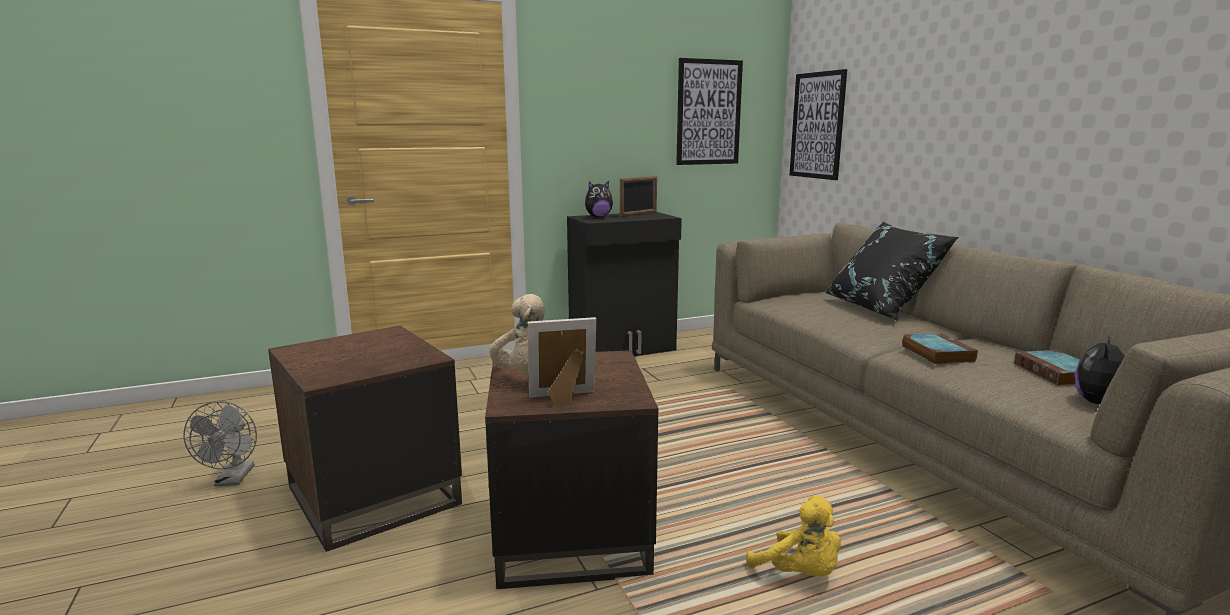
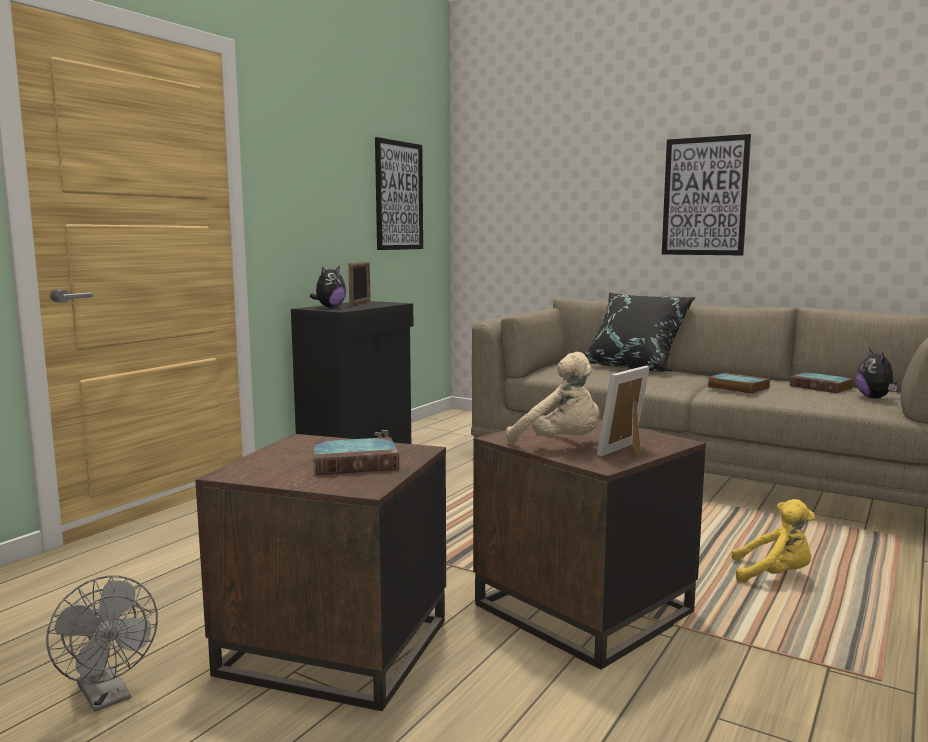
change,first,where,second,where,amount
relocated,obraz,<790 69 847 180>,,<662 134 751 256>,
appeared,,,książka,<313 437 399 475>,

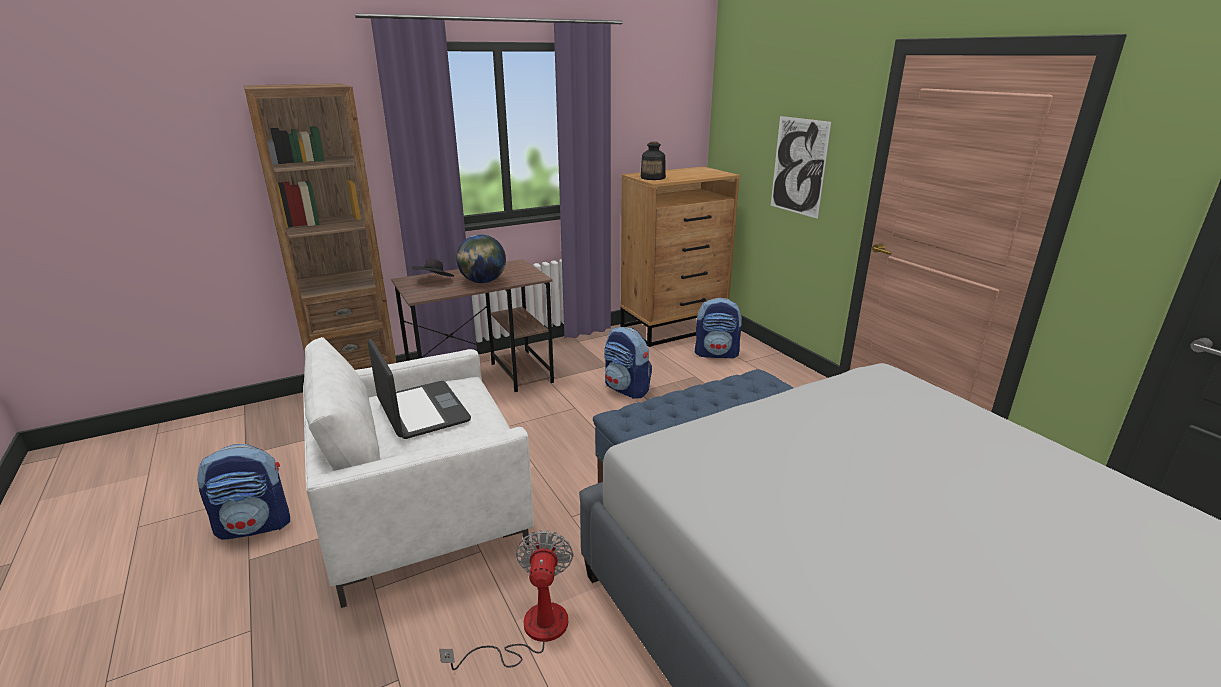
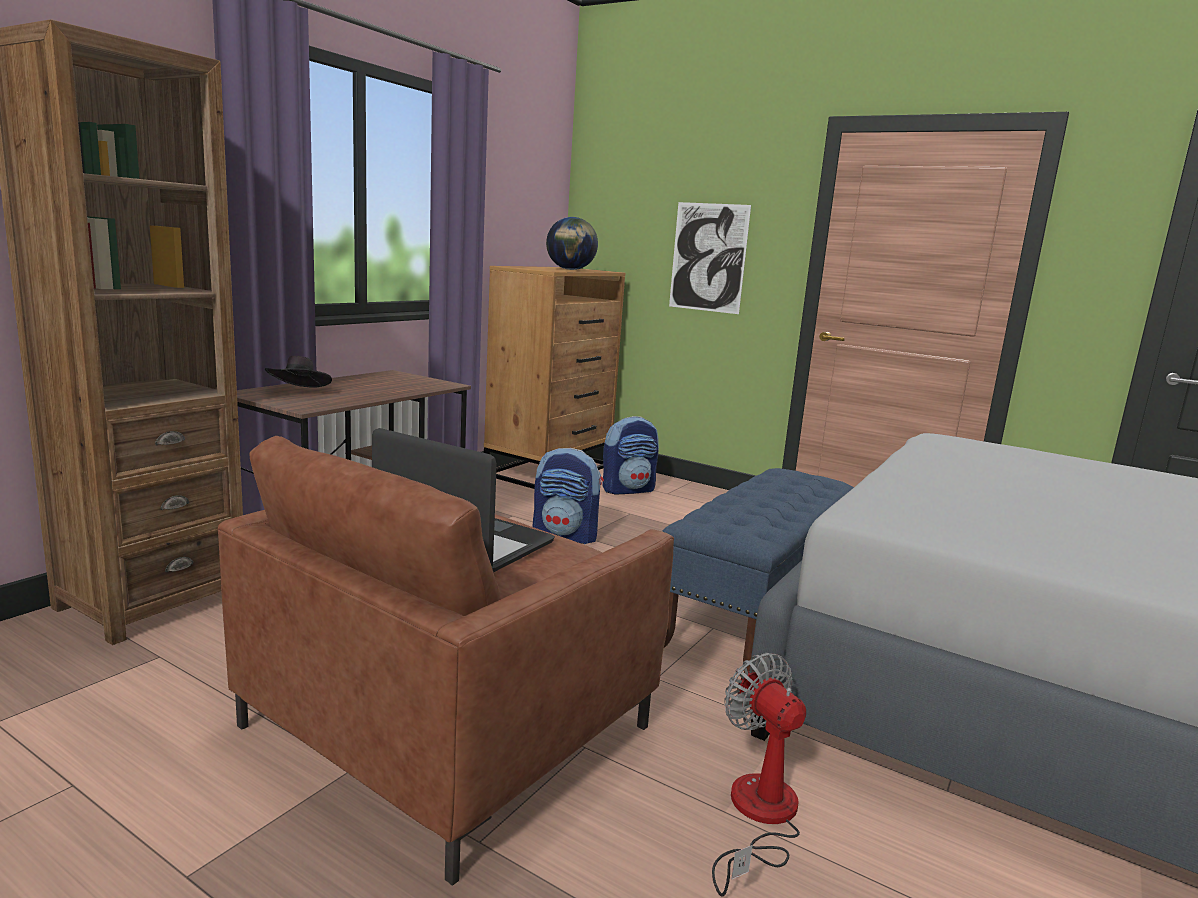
change,first,where,second,where,amount
missing,butelka,<641 141 666 180>,,,
relocated,globus,<456 234 506 283>,,<546 217 598 270>,
colour,fotel (biały),<303 337 534 608>,fotel (brązowy),<218 436 674 886>,
missing,plecak,<197 444 290 539>,,,

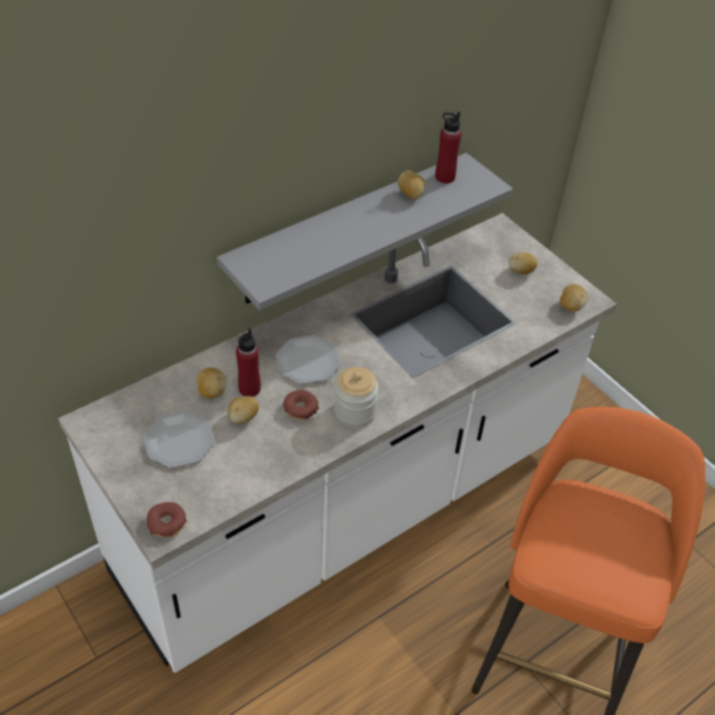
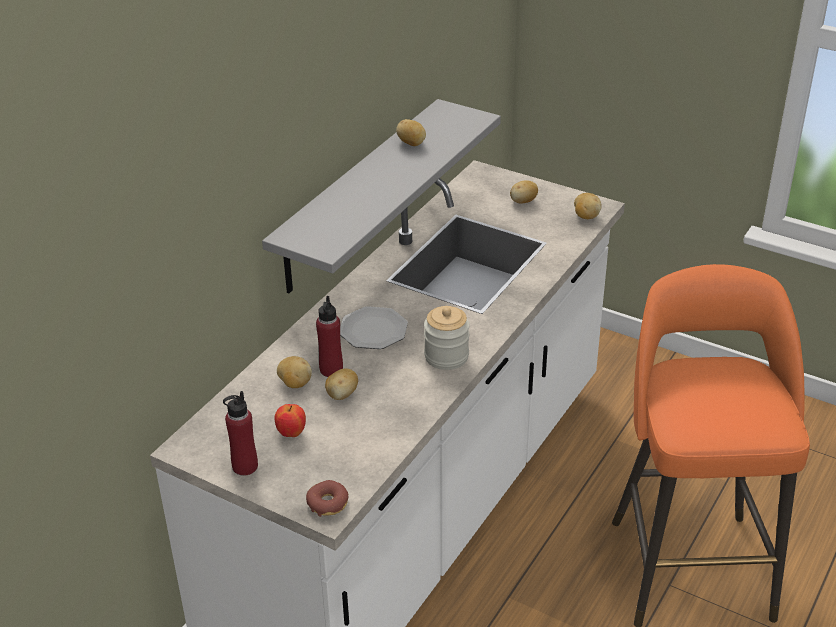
change,first,where,second,where,amount
relocated,butelka (czerwony),<435 112 461 184>,,<223 391 258 476>,
missing,donut,<283 390 319 420>,,,
exchanged,talerz,<143 411 215 468>,jabłko,<275 404 306 437>,

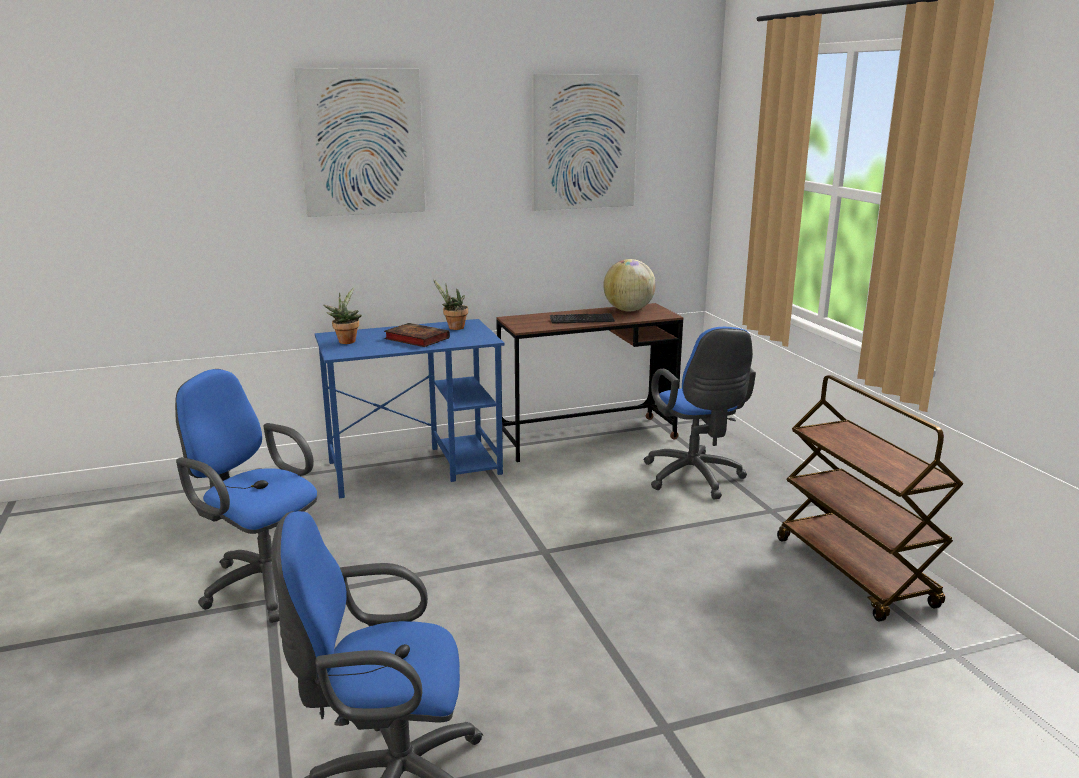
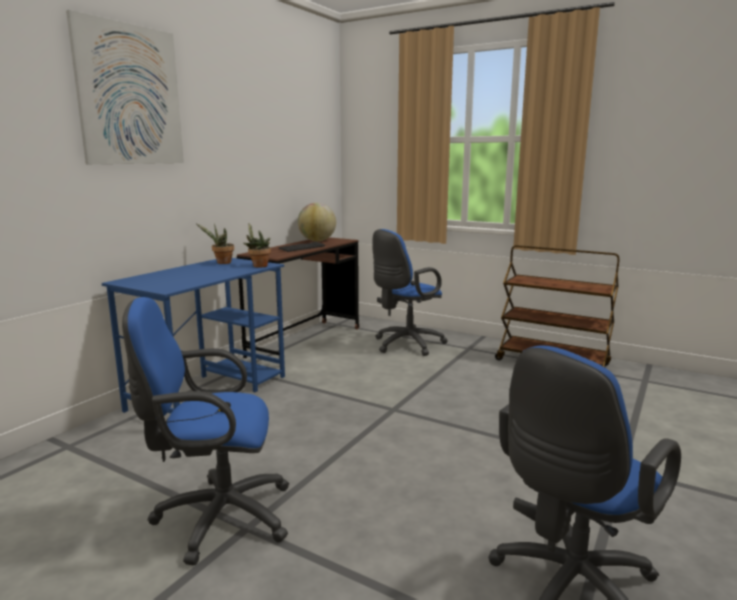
change,first,where,second,where,amount
missing,obraz,<532 74 638 211>,,,
relocated,roślina doniczkowa,<323 288 362 344>,,<244 223 271 268>,
missing,książka,<384 323 450 347>,,,
spun,krzesło biurowe (niebieski),<644 327 756 499>,,<372 229 448 356>,105 degrees clockwise

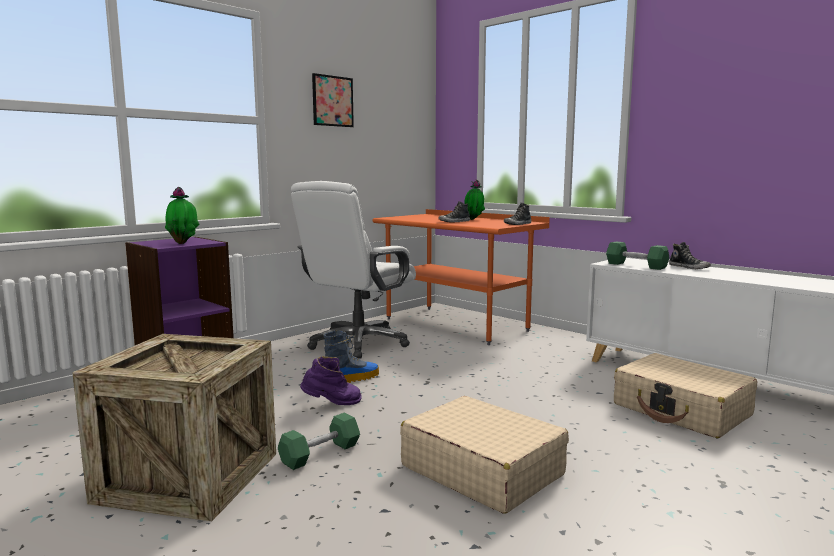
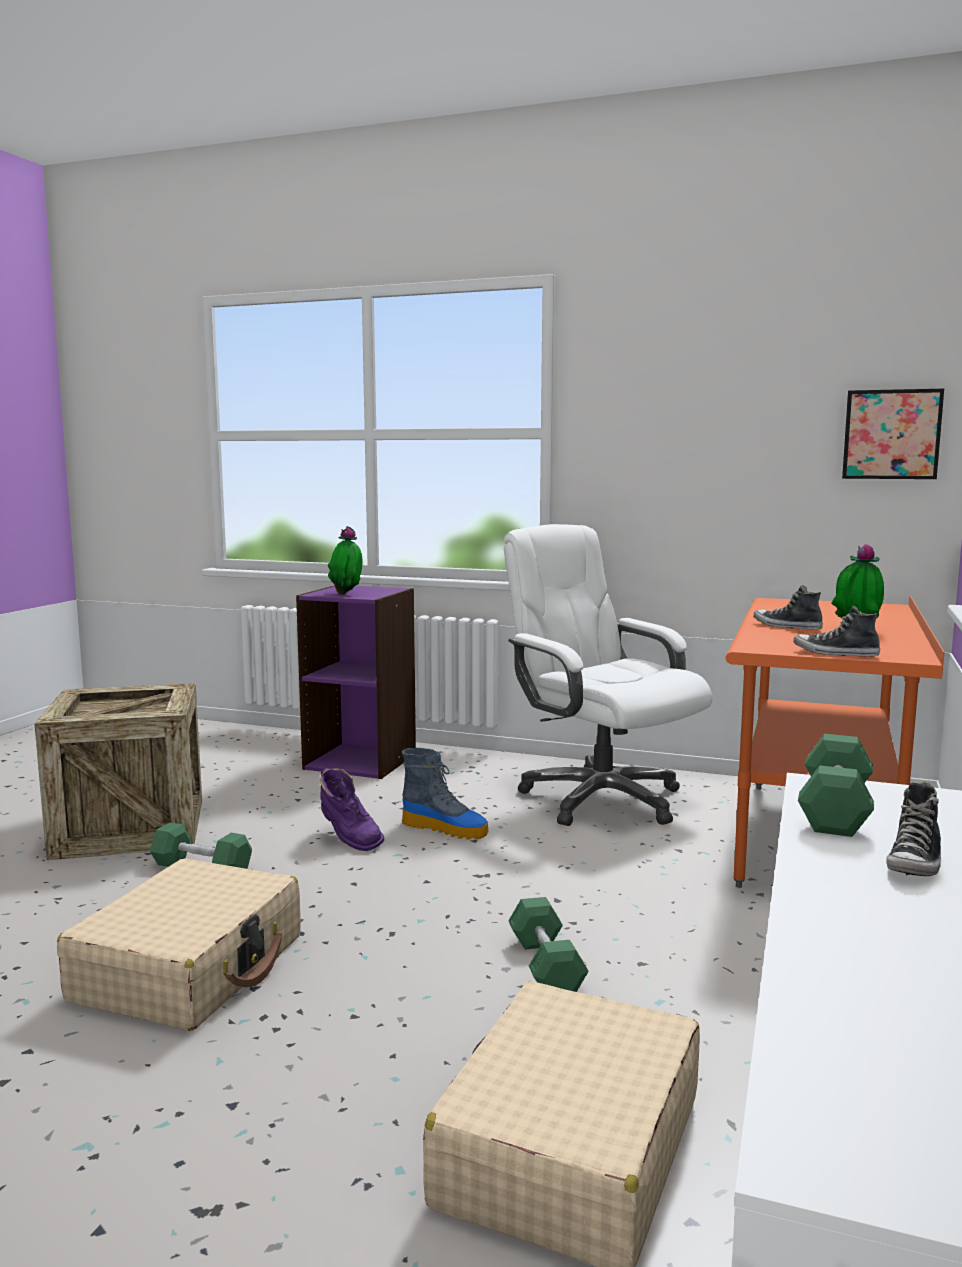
change,first,where,second,where,amount
relocated,obraz,<312 73 354 127>,,<842 389 944 479>,
spun,krzesło biurowe (biały),<291 181 416 359>,,<504 524 712 826>,45 degrees clockwise
appeared,,,hantel (zielony),<508 897 589 992>,

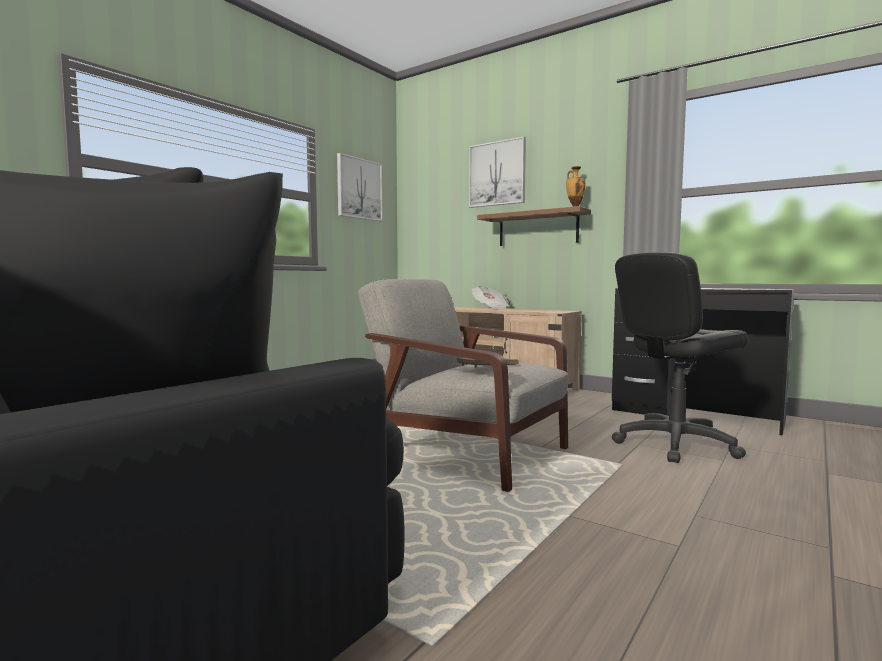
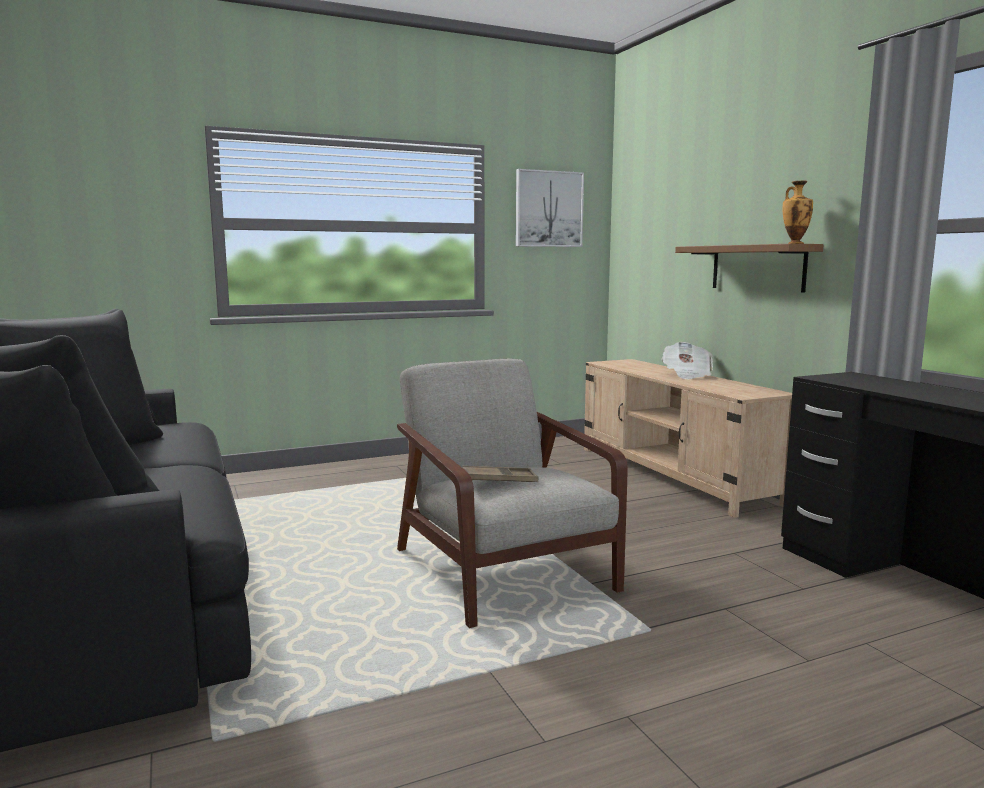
change,first,where,second,where,amount
missing,obraz,<469 136 526 208>,,,
missing,krzesło biurowe (czarny),<612 252 749 463>,,,

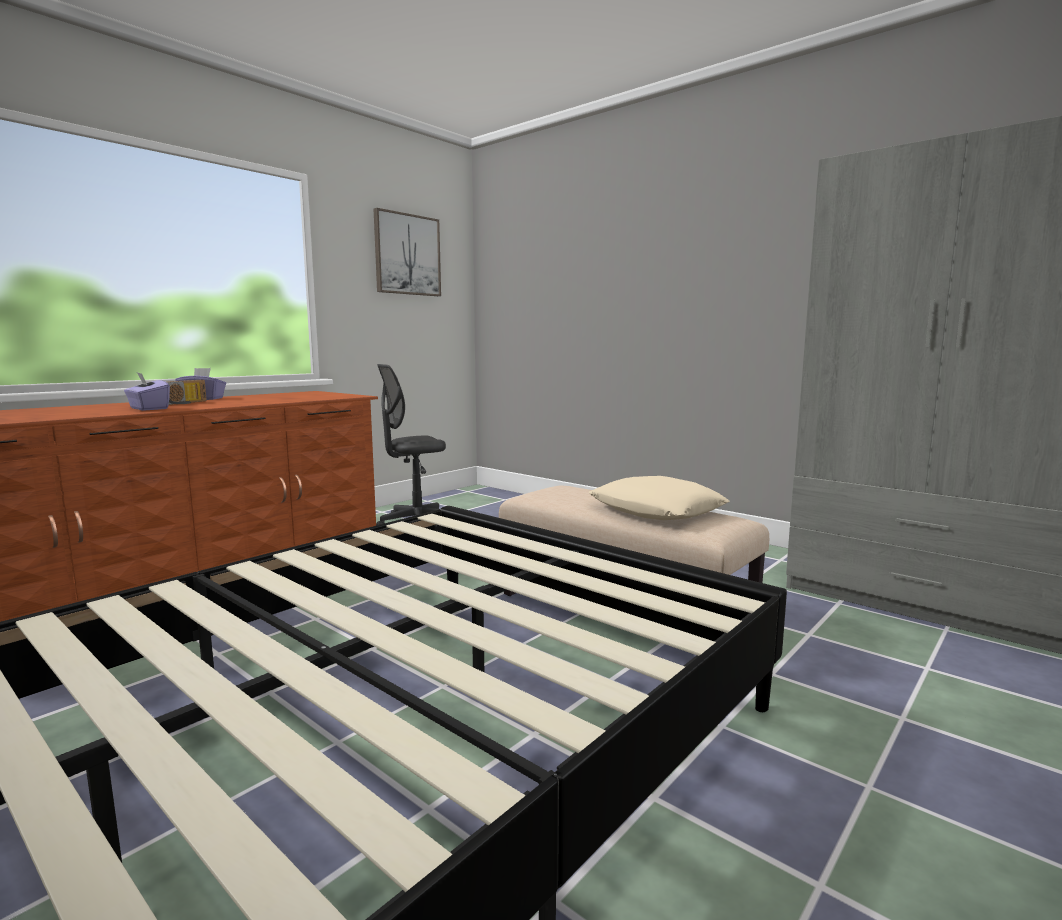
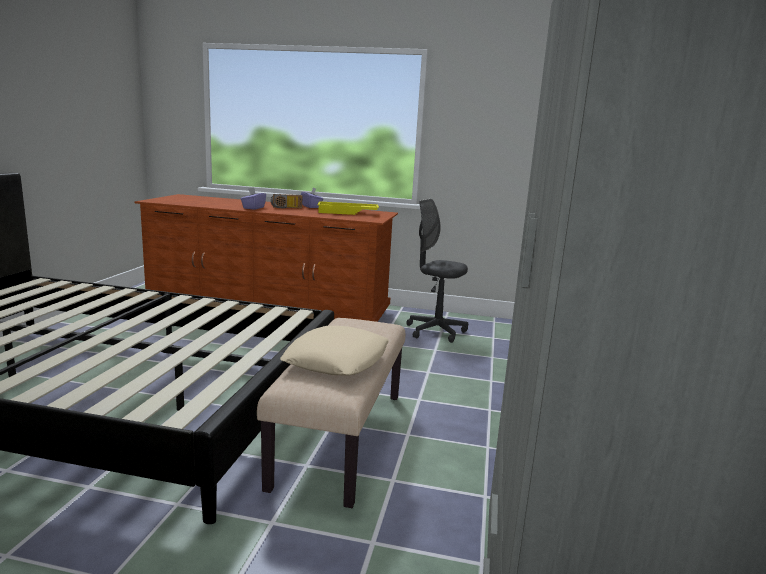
change,first,where,second,where,amount
missing,obraz,<374 208 441 296>,,,
appeared,,,taca (żółty),<317 201 379 215>,

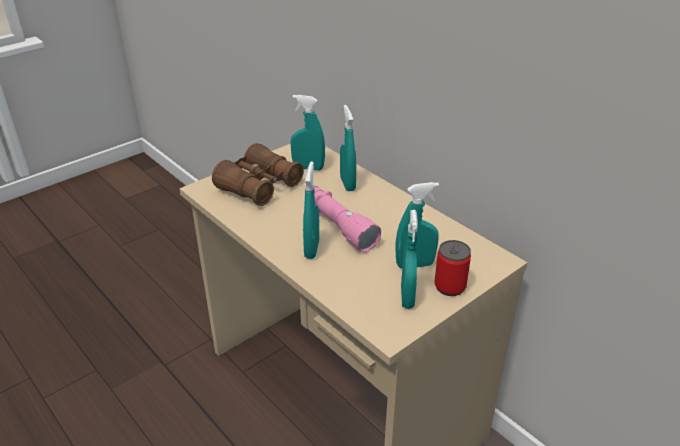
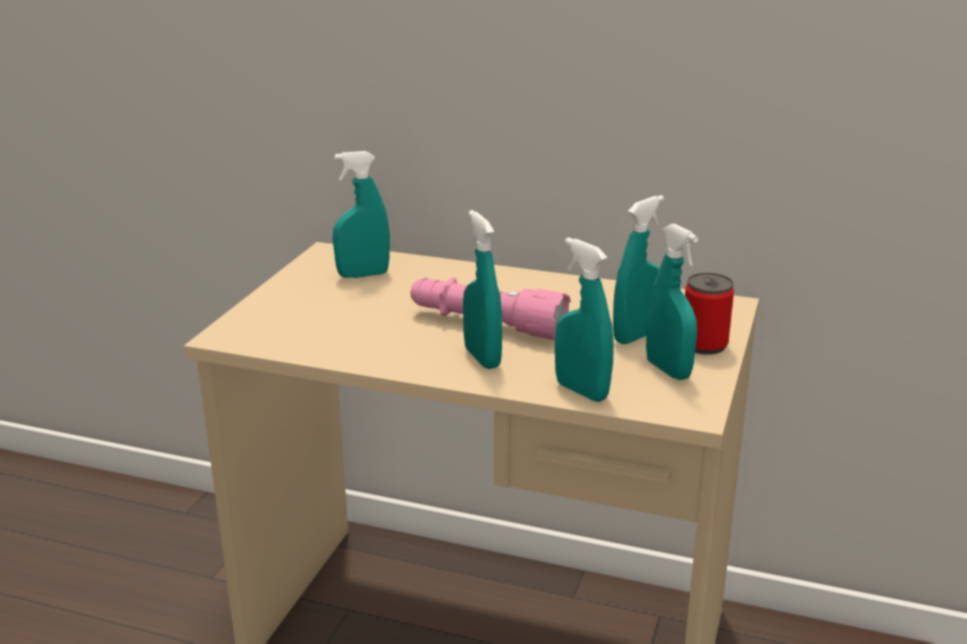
change,first,where,second,where,amount
relocated,spryskiwacz (turkusowy),<340 105 356 191>,,<555 237 613 402>,
missing,lornetka (brązowy),<212 143 304 206>,,,

